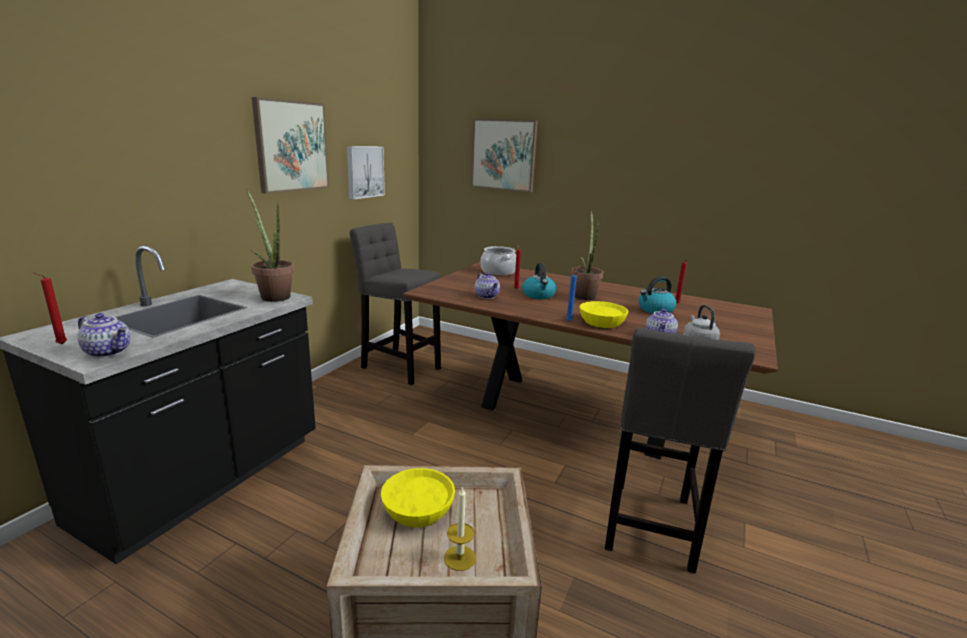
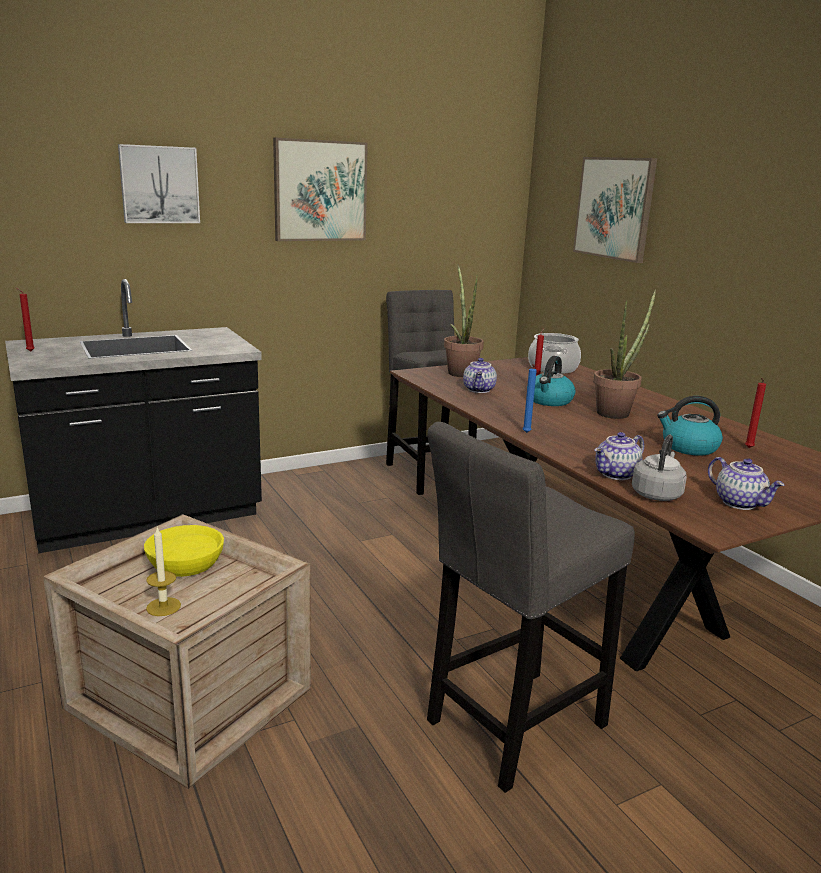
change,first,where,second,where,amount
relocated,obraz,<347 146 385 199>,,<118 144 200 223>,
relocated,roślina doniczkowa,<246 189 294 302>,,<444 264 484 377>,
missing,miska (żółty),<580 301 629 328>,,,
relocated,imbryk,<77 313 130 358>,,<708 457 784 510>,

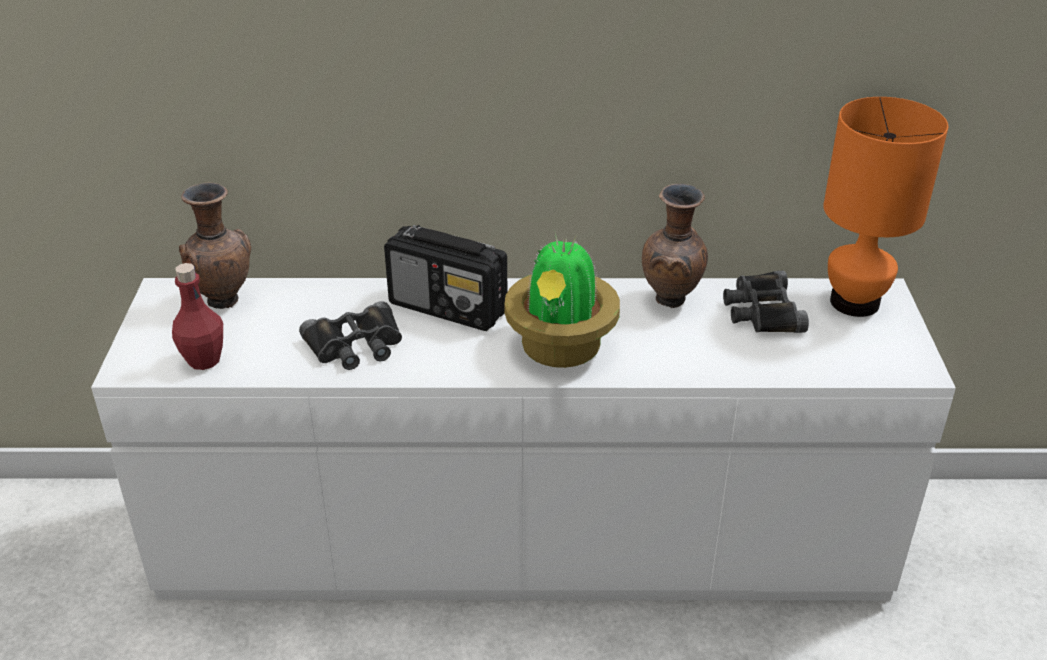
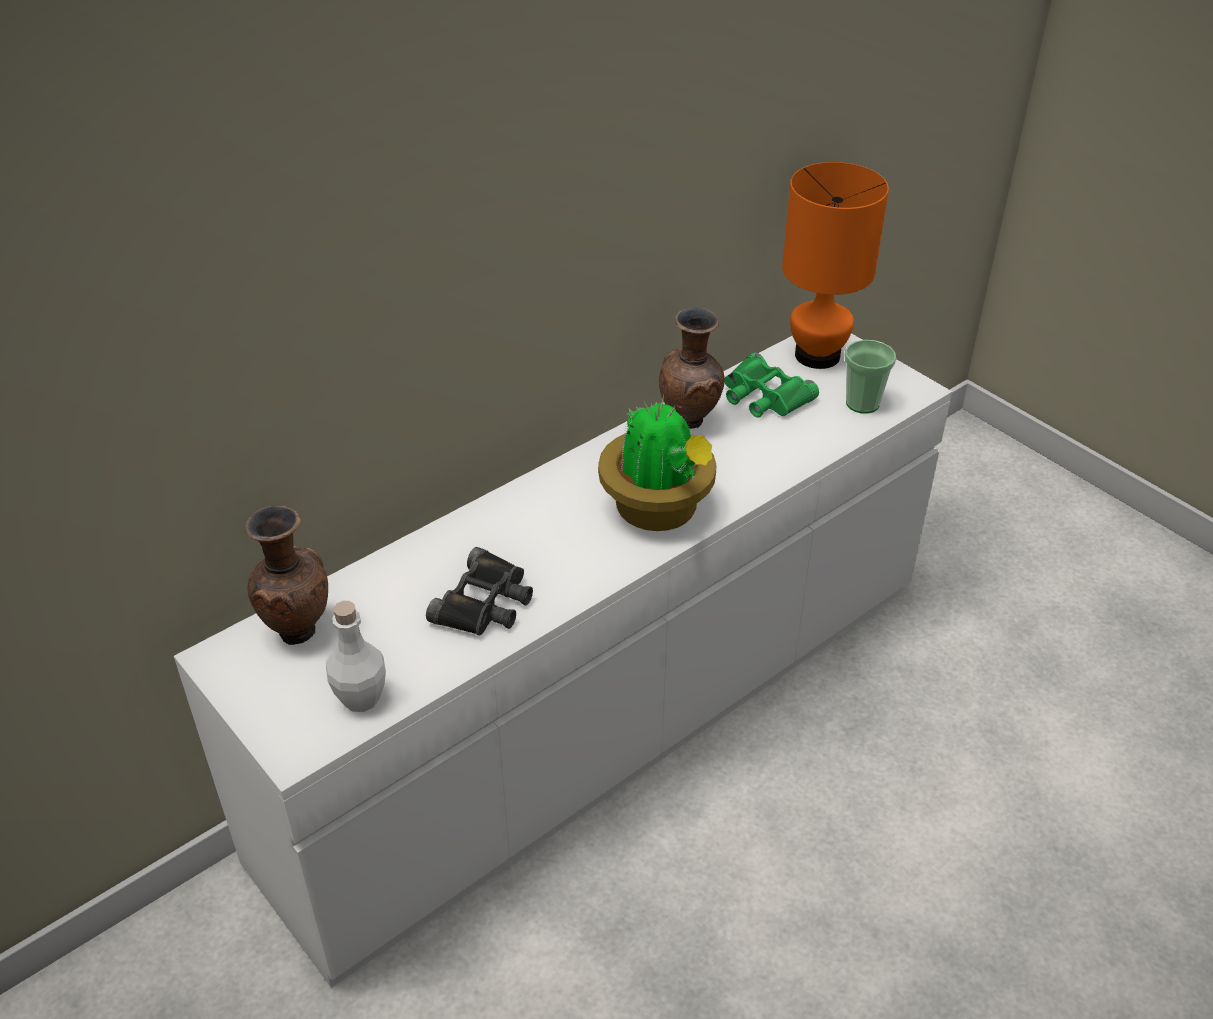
change,first,where,second,where,amount
missing,radio,<384 225 507 331>,,,
colour,butelka (czerwony),<172 263 223 370>,butelka (biały),<326 601 386 712>,
colour,lornetka (czarny),<723 271 809 333>,lornetka (zielony),<725 353 819 417>,
appeared,,,filiżanka,<844 340 896 414>,

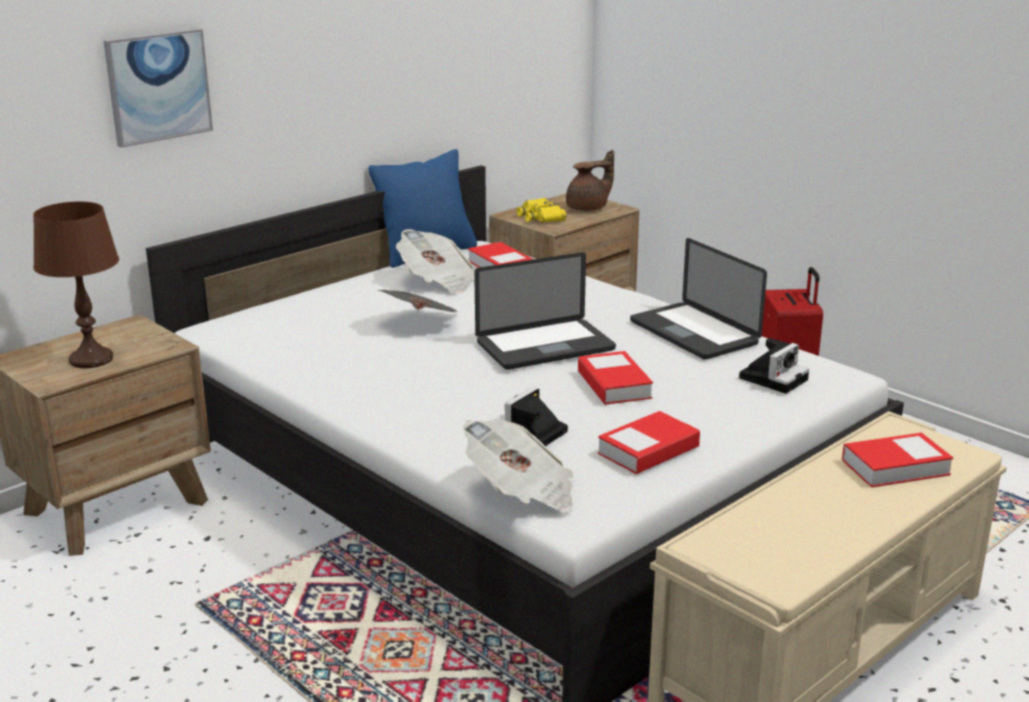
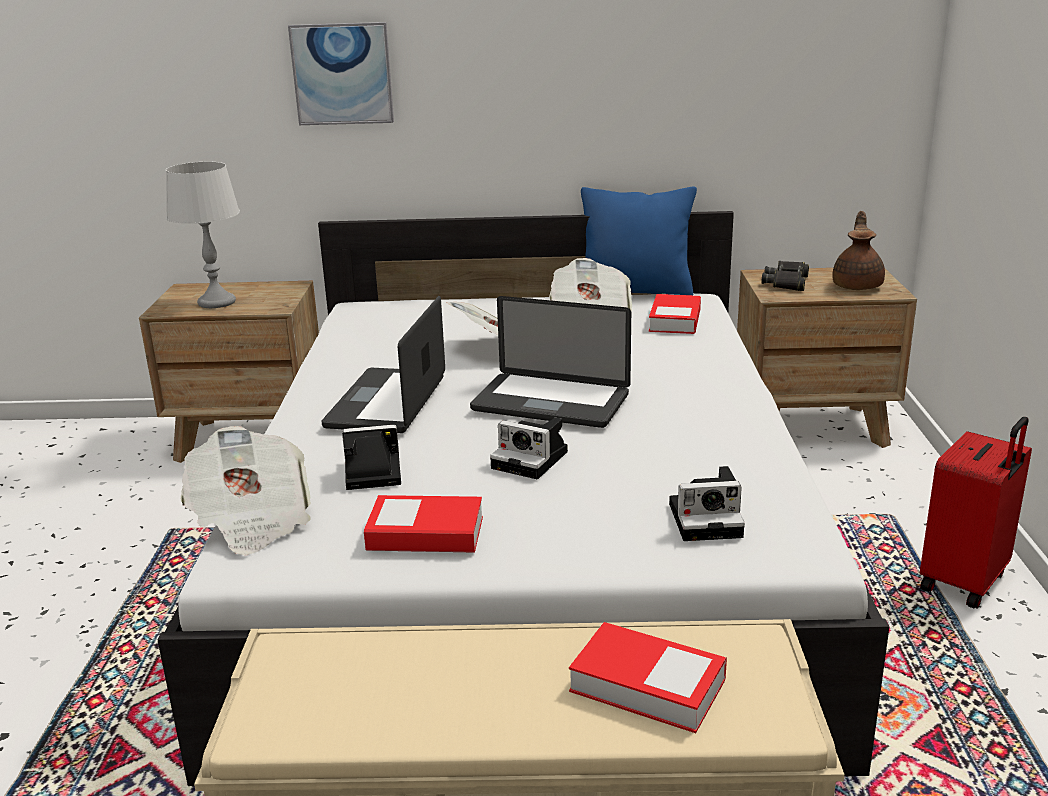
change,first,where,second,where,amount
spun,imbryk (brązowy),<566 150 614 211>,,<832 211 885 290>,90 degrees counterclockwise
colour,lornetka (żółty),<517 198 566 222>,lornetka (czarny),<762 261 809 291>,
colour,lampa stołowa (brązowy),<33 201 119 368>,lampa stołowa (szary),<166 162 240 308>,
relocated,laptop,<630 238 767 360>,,<321 296 445 433>,
exchanged,książka,<578 351 653 405>,aparat fotograficzny,<490 418 568 479>,

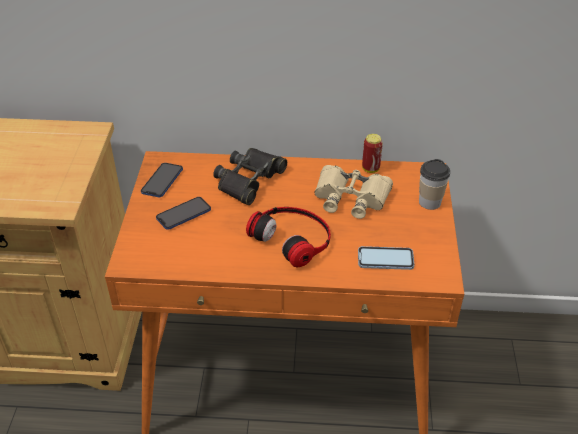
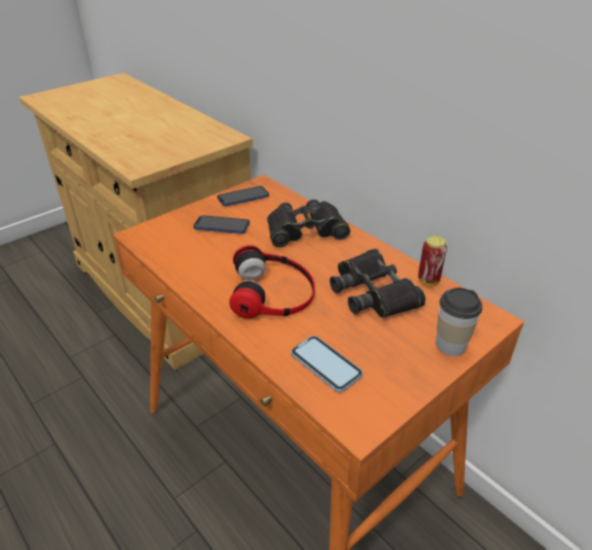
change,first,where,second,where,amount
colour,lornetka (beżowy),<314 165 393 219>,lornetka (czarny),<330 249 426 318>,

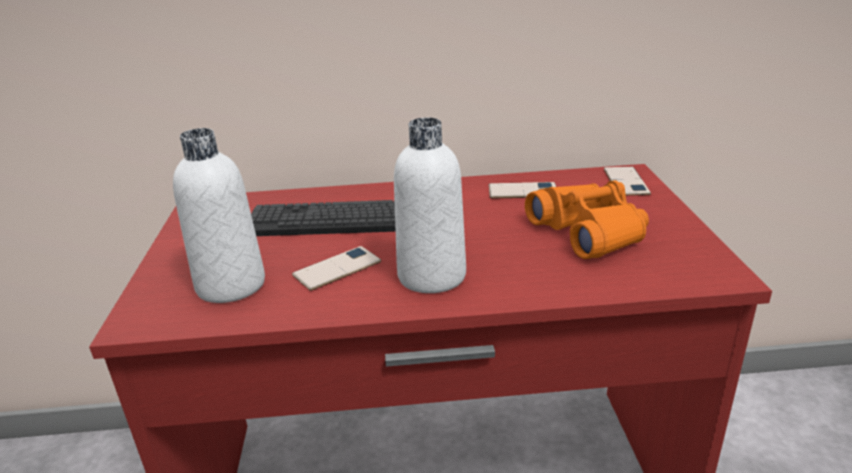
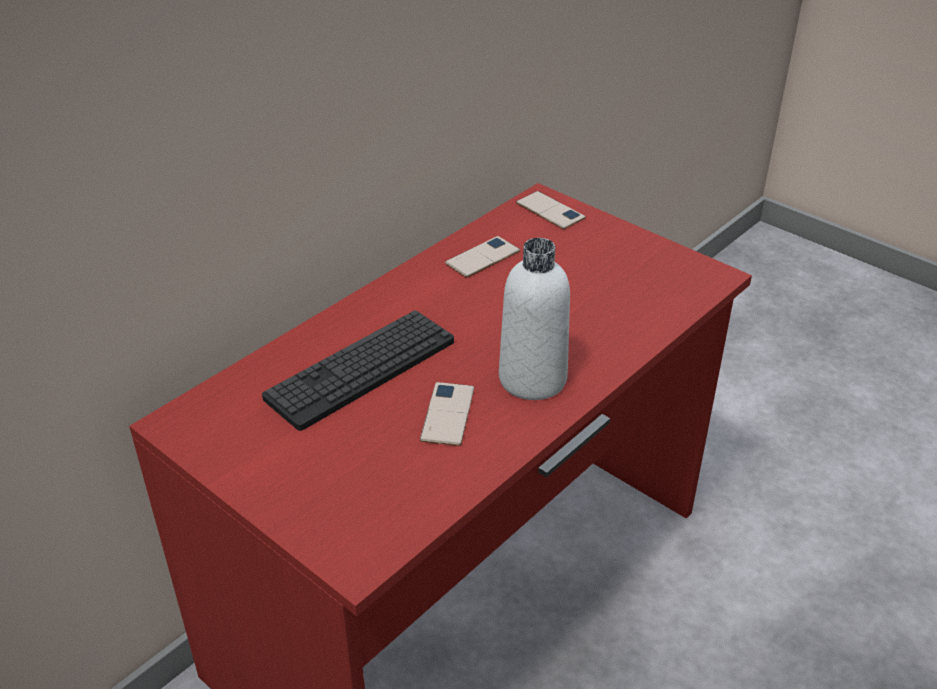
change,first,where,second,where,amount
missing,butelka (biały),<173 128 265 303>,,,
missing,lornetka (pomarańczowy),<525 180 649 259>,,,

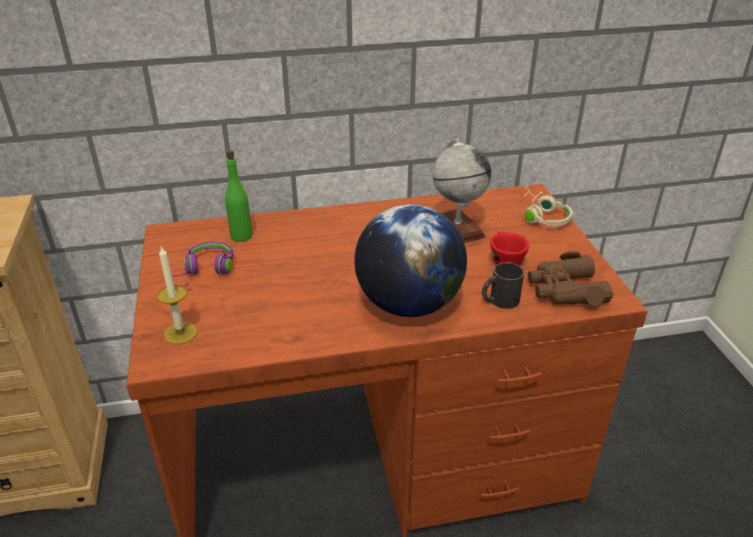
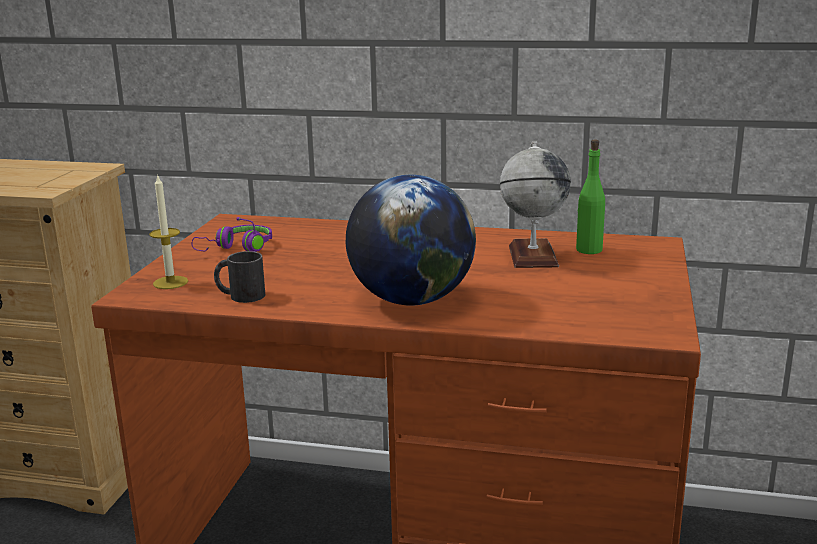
change,first,where,second,where,amount
relocated,butelka (zielony),<225 150 252 242>,,<576 140 605 254>,
missing,słuchawki (beżowy),<521 184 573 226>,,,
missing,filiżanka (czerwony),<490 231 529 265>,,,
missing,lornetka (brązowy),<528 251 614 306>,,,
relocated,kubek (czarny),<482 262 524 309>,,<214 251 265 303>,

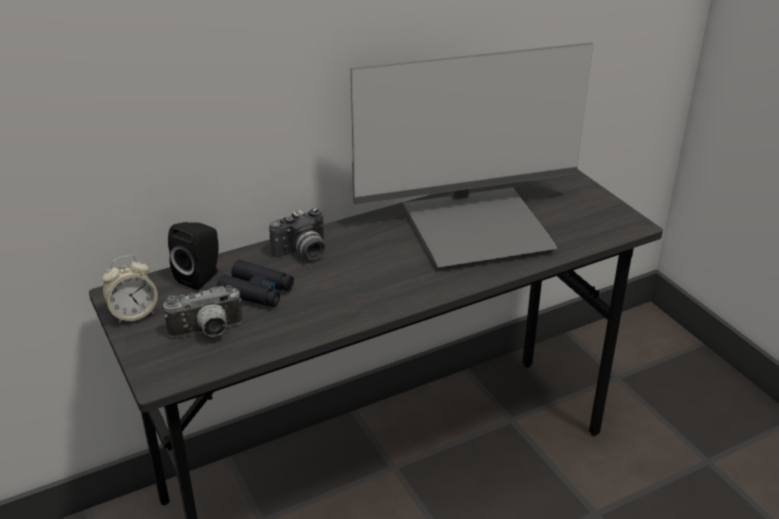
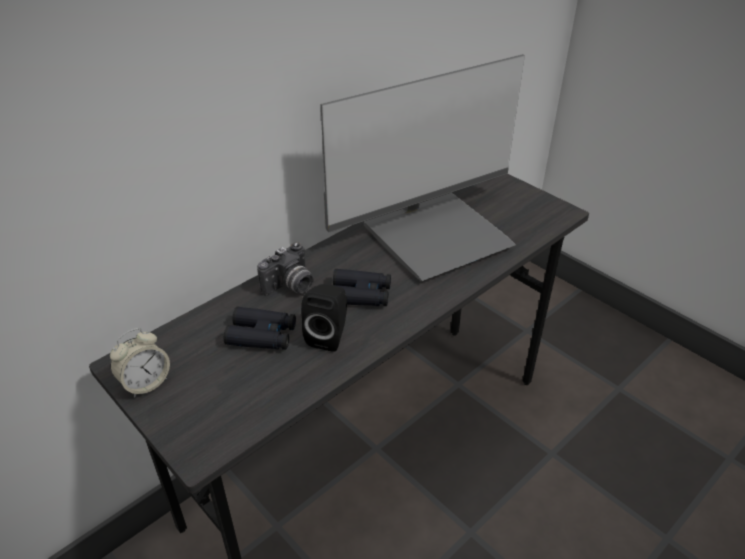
change,first,where,second,where,amount
relocated,głośnik (czarny),<168 222 219 290>,,<301 284 347 352>,
missing,aparat fotograficzny,<163 285 242 338>,,,
appeared,,,lornetka (czarny),<332 269 391 306>,

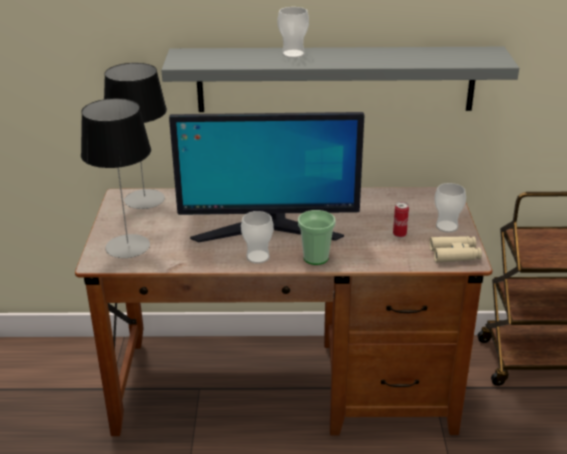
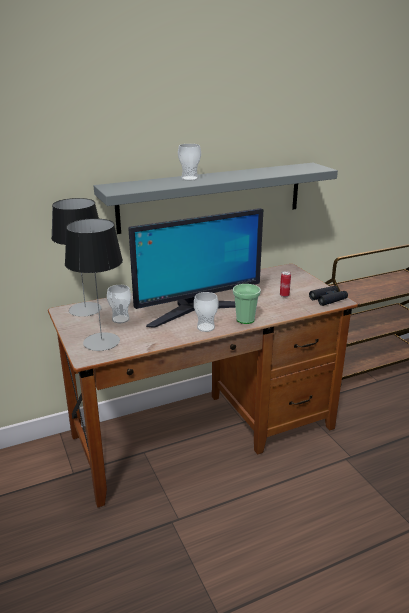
change,first,where,second,where,amount
relocated,filiżanka,<435 183 466 233>,,<107 285 131 323>,
colour,lornetka (beżowy),<429 236 482 262>,lornetka (czarny),<309 286 348 306>,

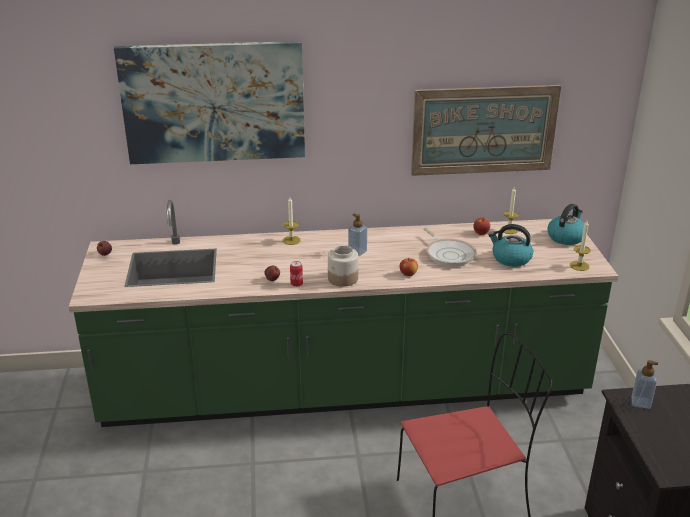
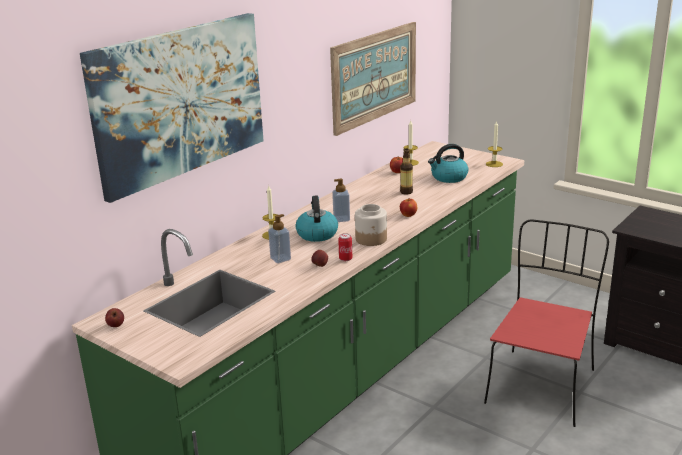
change,first,where,second,where,amount
relocated,czajnik,<547 204 584 245>,,<295 195 338 242>,
exchanged,patelnia,<423 228 477 266>,butelka,<400 148 413 195>,
relocated,dozownik mydła,<632 360 658 409>,,<268 214 291 263>,

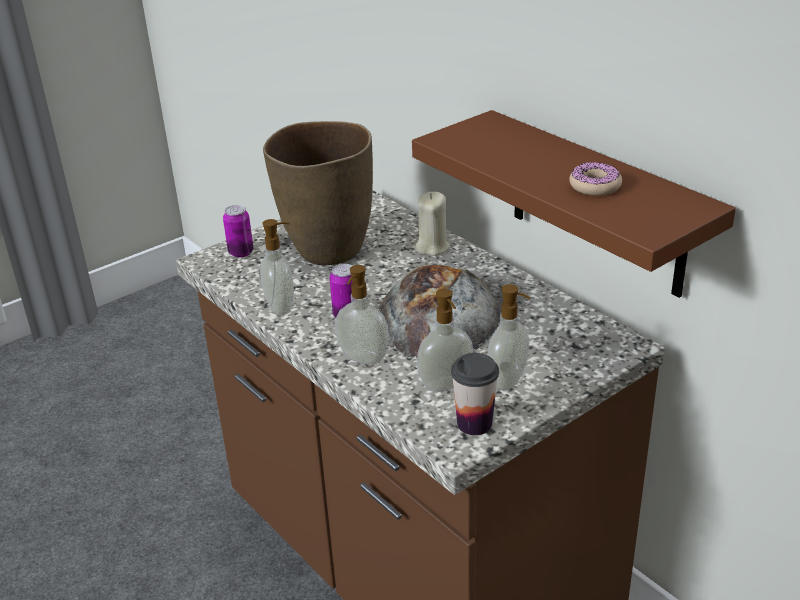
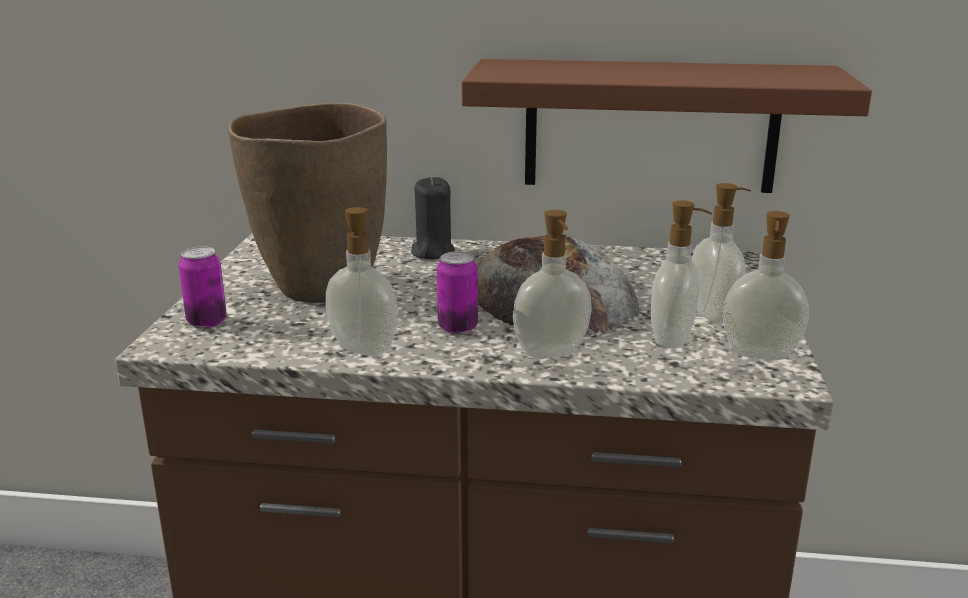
change,first,where,second,where,amount
missing,donut,<569 162 622 196>,,,
colour,świeca (beżowy),<415 192 450 256>,świeca (czarny),<411 177 455 260>,
exchanged,filiżanka,<451 353 499 435>,dozownik mydła,<723 211 809 360>,

